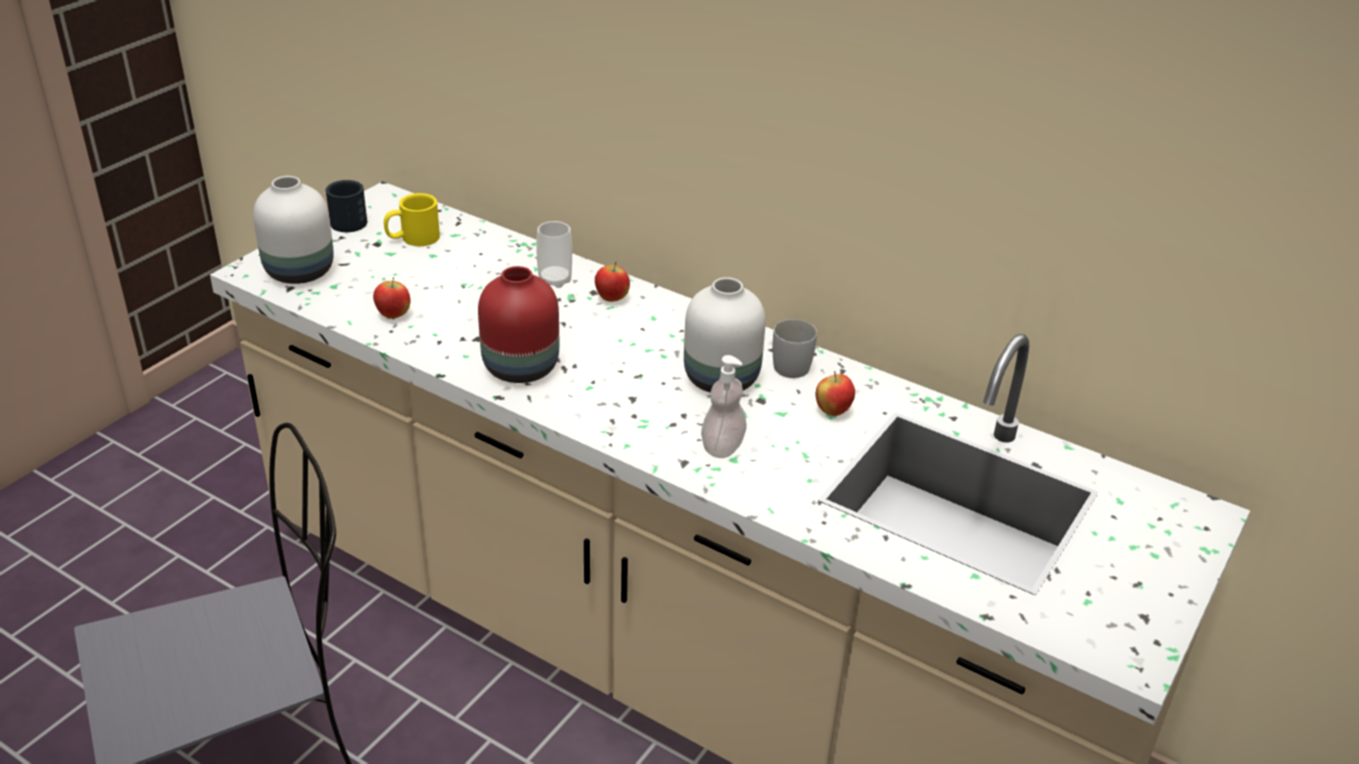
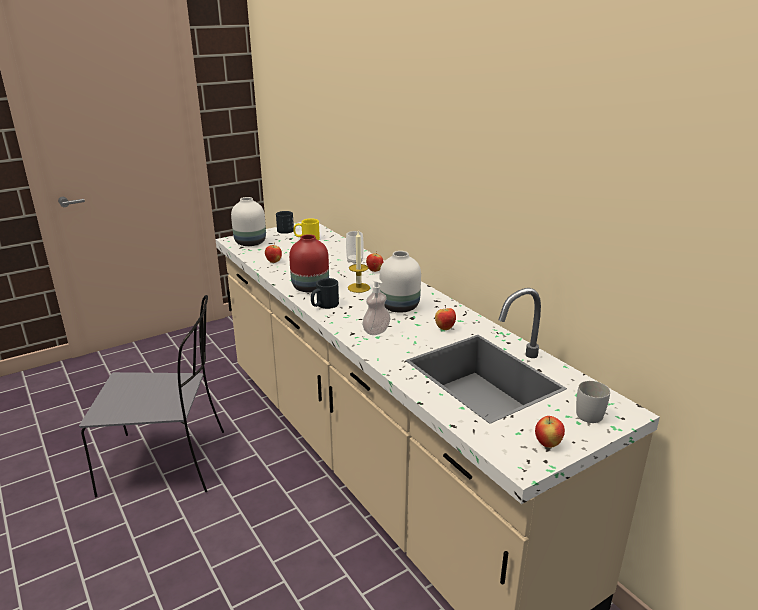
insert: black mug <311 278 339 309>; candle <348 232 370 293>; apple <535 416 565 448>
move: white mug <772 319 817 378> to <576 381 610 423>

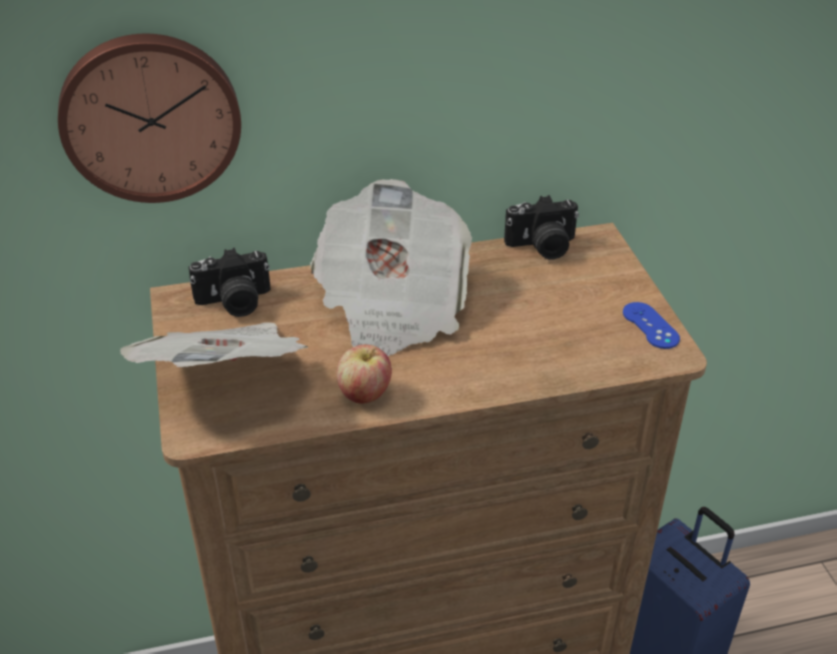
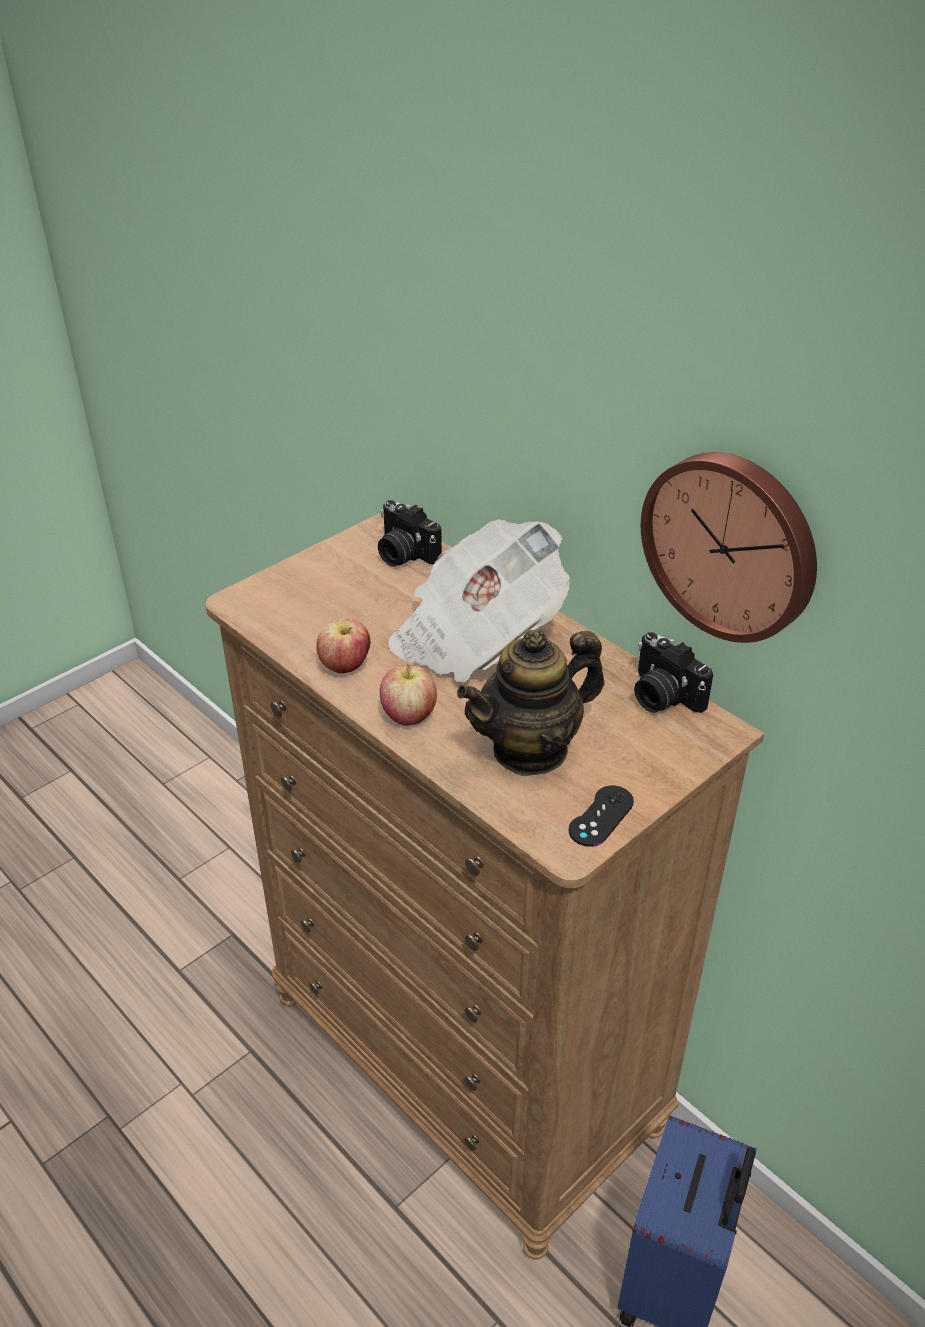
delete: newspaper <120 322 308 367>
insert: apple <380 663 437 726>; teapot <457 629 604 776>
move: wall clock <58 33 241 203> to <641 452 817 643>
recolor: blue game controller <623 302 680 349> to black game controller <568 786 634 847>

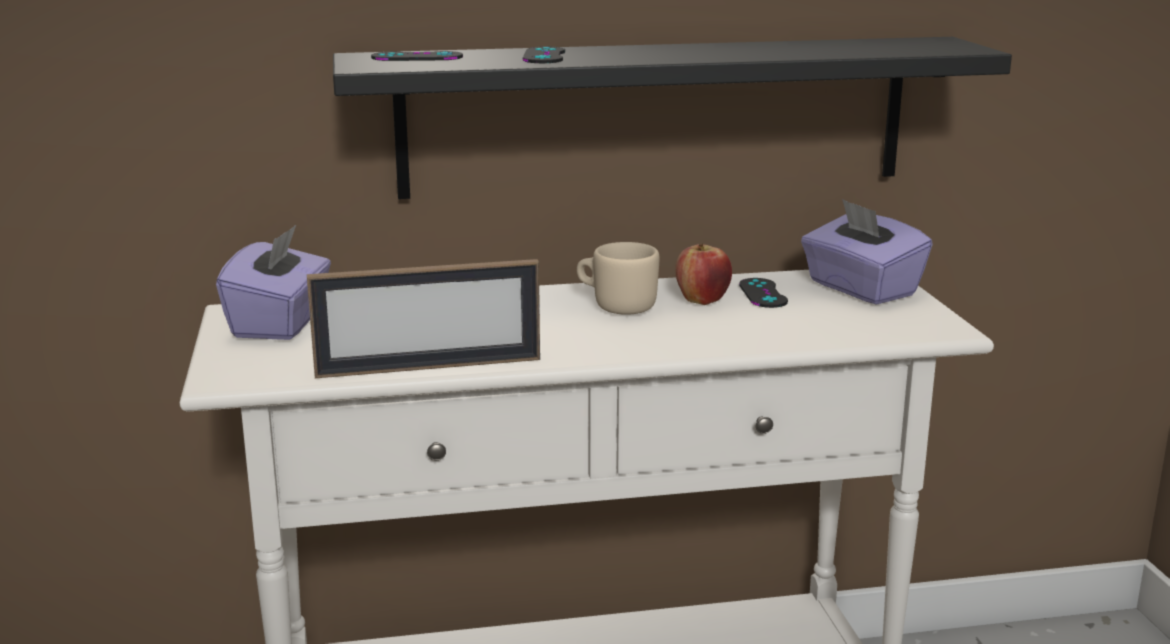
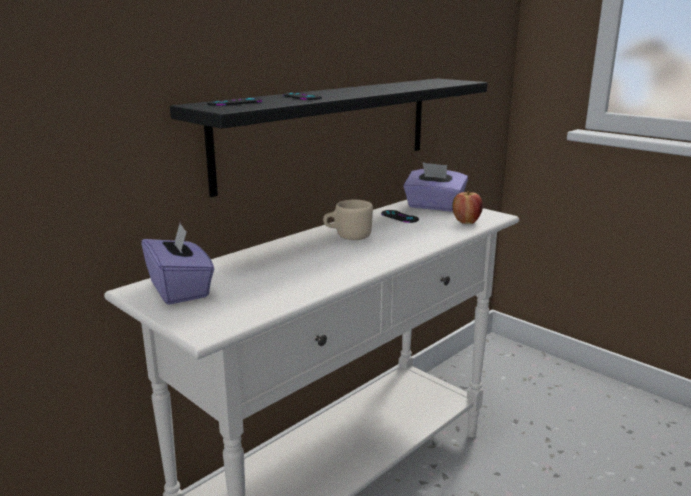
delete: picture frame <307 259 540 378>
move: apple <675 243 732 305> to <452 191 483 224>

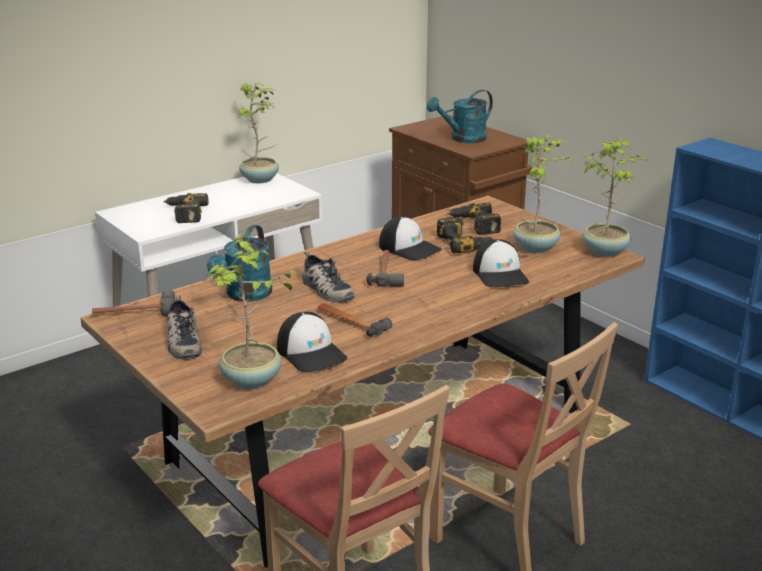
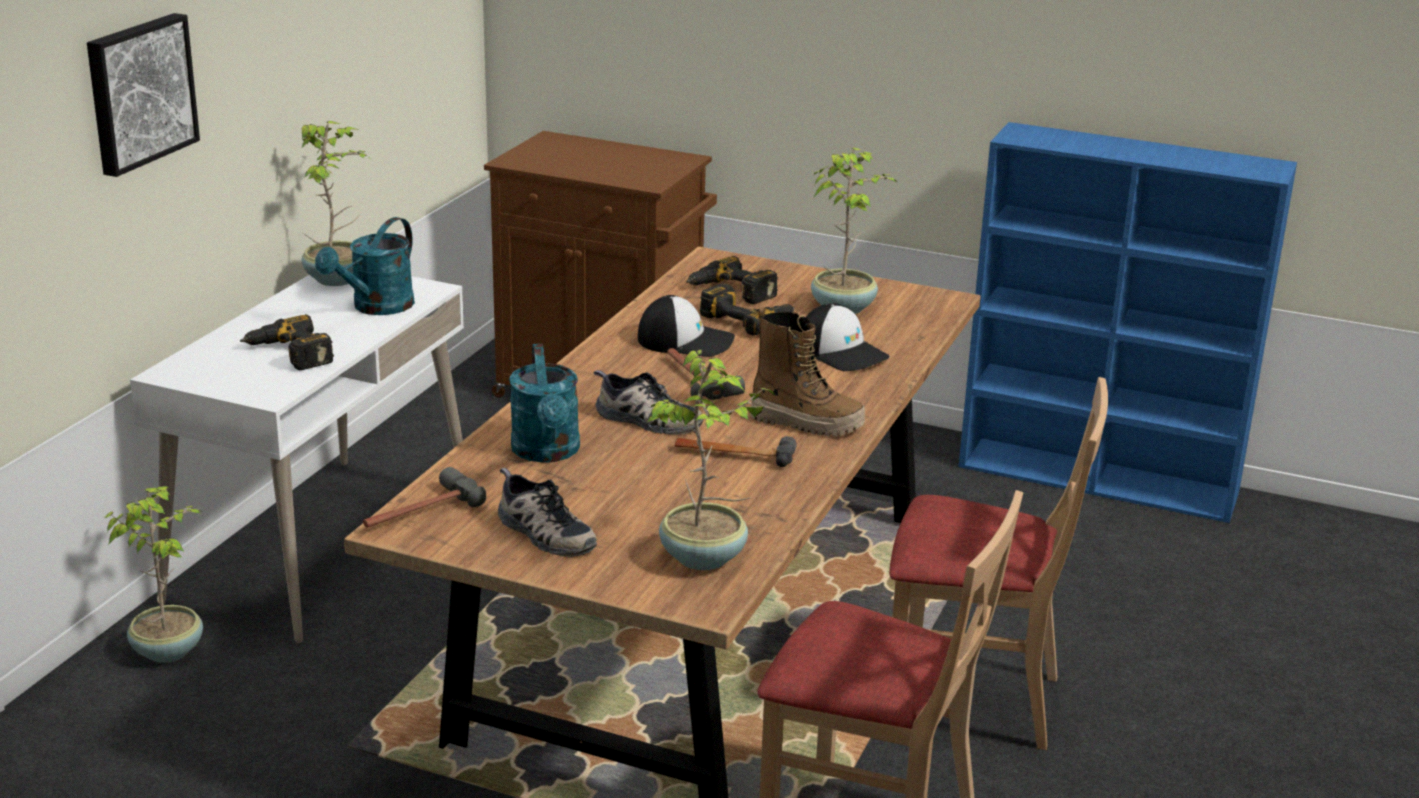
delete: cap <277 312 347 372>
insert: picture <87 13 200 177>; boot <750 307 865 436>
move: turquoise watering can <427 90 493 143> to <315 217 415 315>; potted plant <583 137 647 257> to <103 486 203 663>

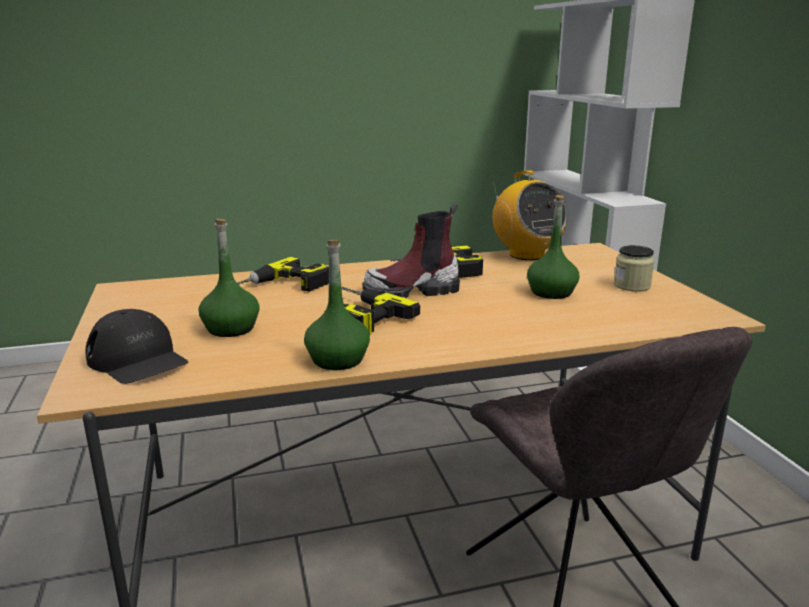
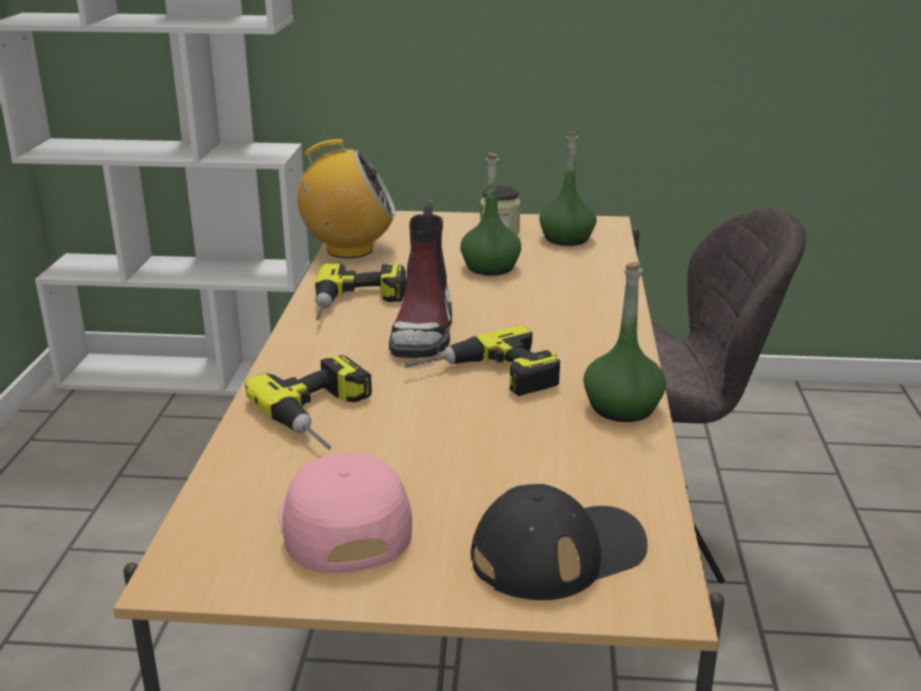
insert: pink cap <278 453 412 573>
move: green bottle <198 219 260 337> to <539 132 597 246>

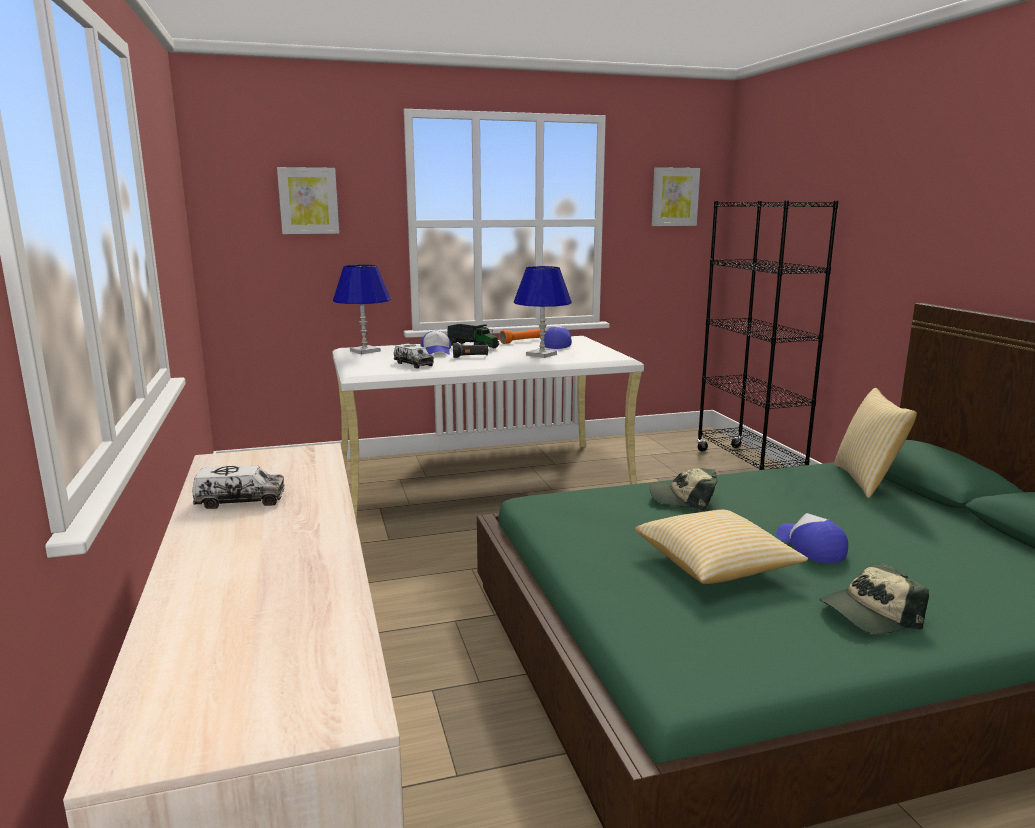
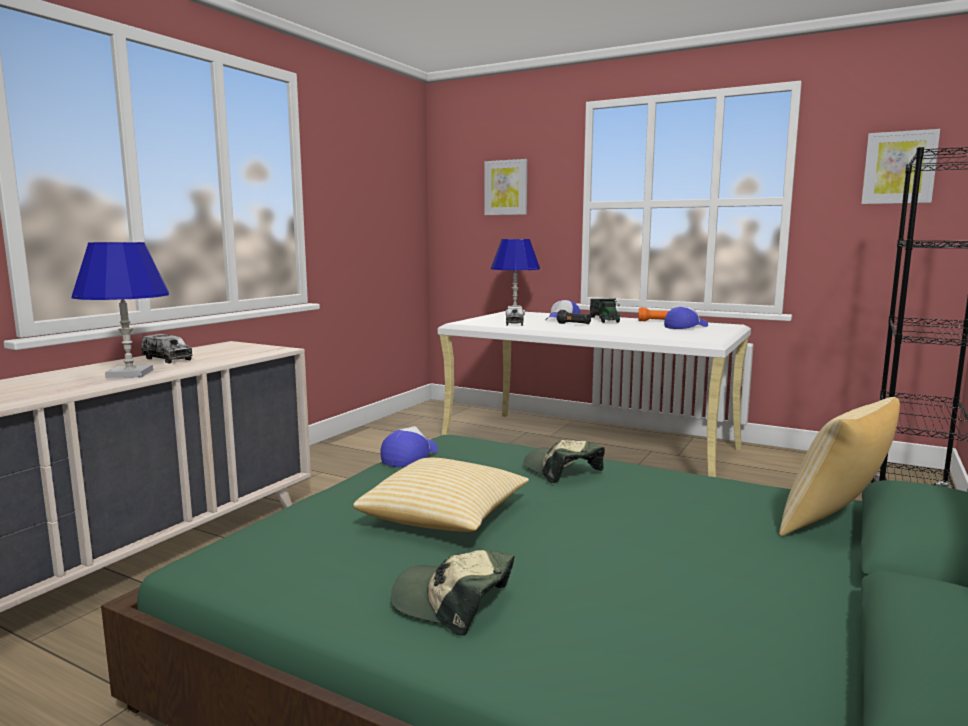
move: blue table lamp <514 266 572 358> to <72 242 169 378>; cap <776 513 848 563> to <381 426 438 467>

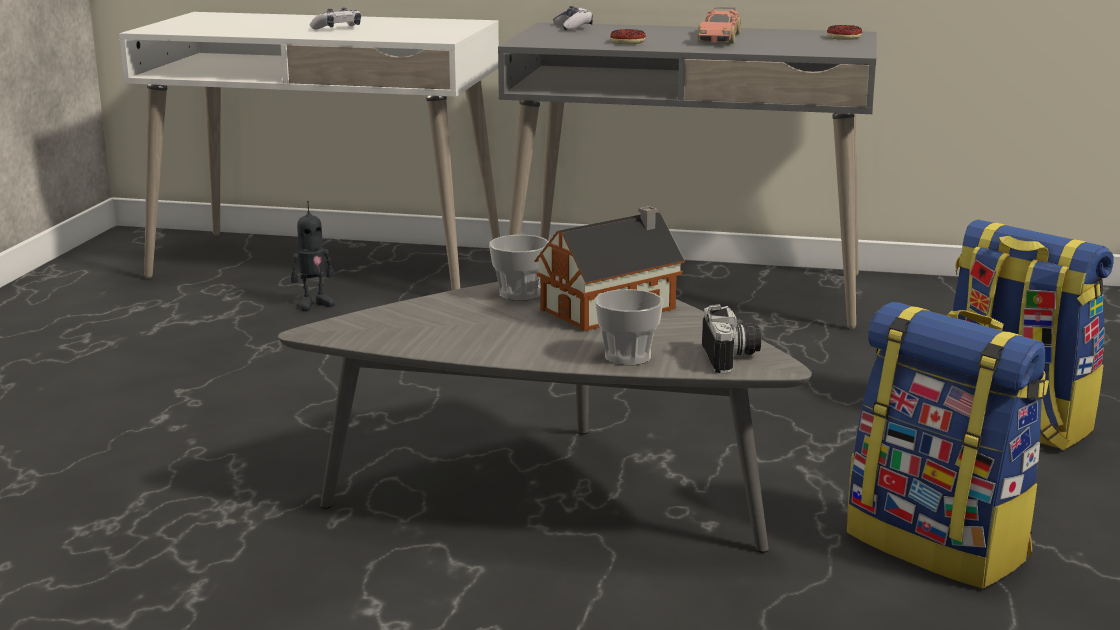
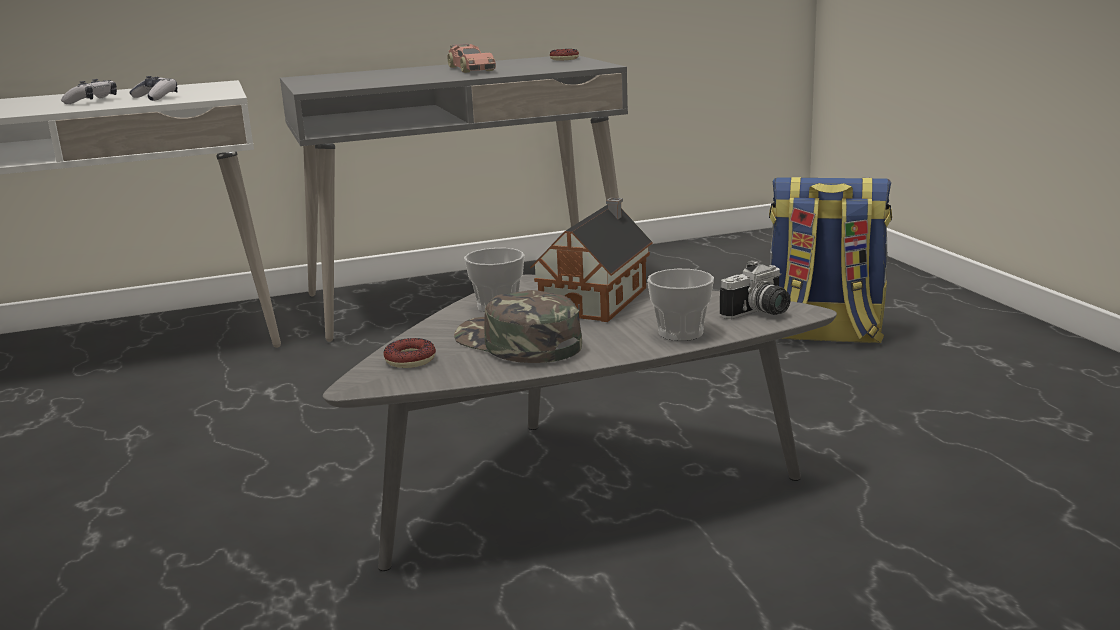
delete: toy robot <291 201 335 311>; backpack <847 302 1049 589>
insert: green cap <454 290 582 363>
move: game controller <553 6 593 31> to <129 76 177 101>; donut <610 29 646 44> to <384 338 436 368>
rotate: photo camera <702 304 761 373> = <720 260 791 319> 90 degrees clockwise

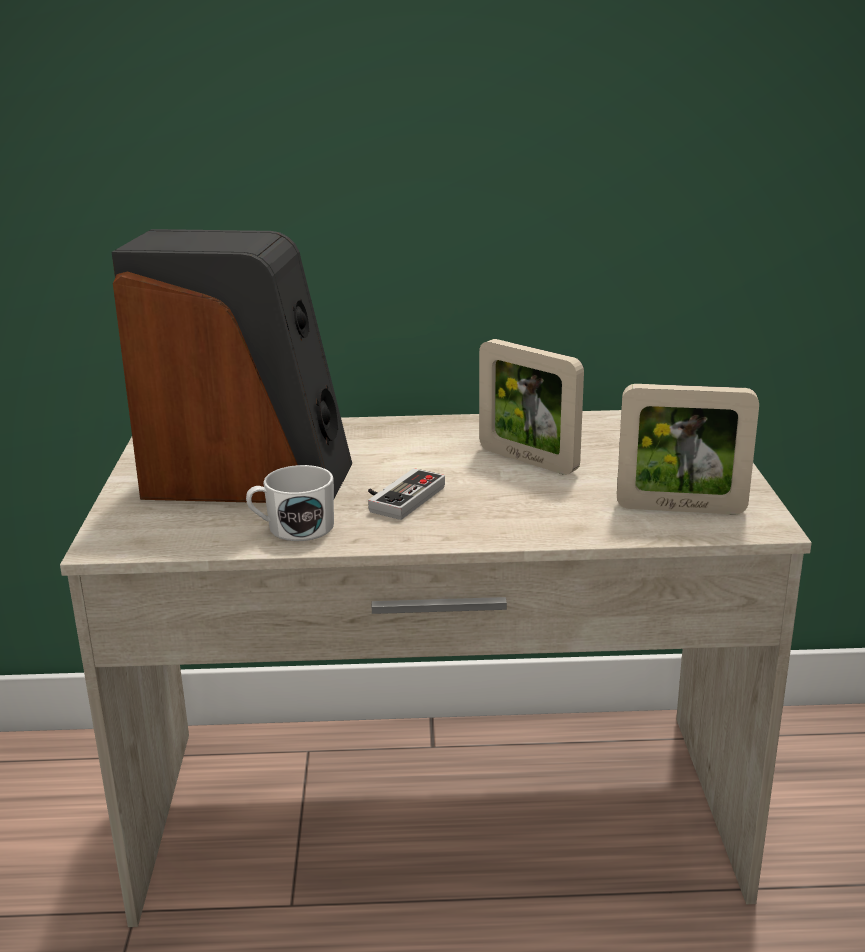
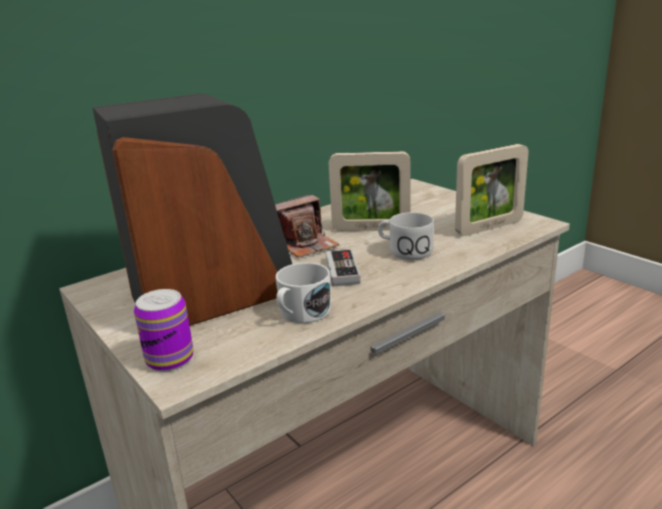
insert: can <134 289 193 372>; photo camera <275 194 340 258>; white mug <378 212 434 260>

